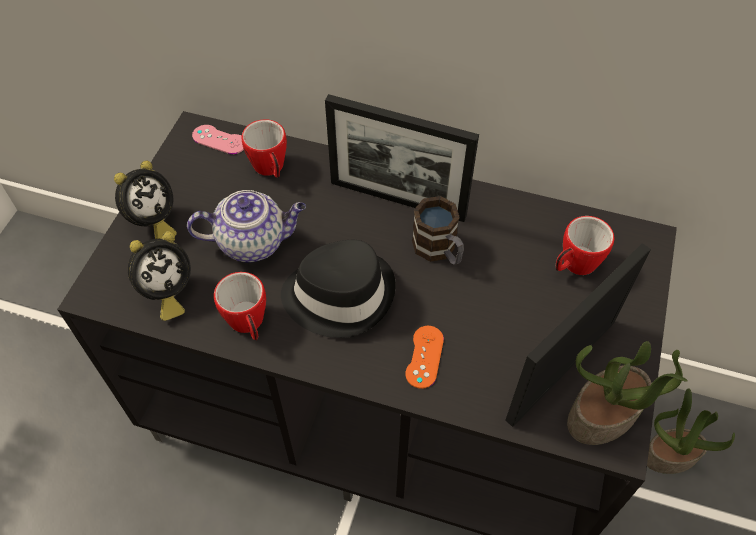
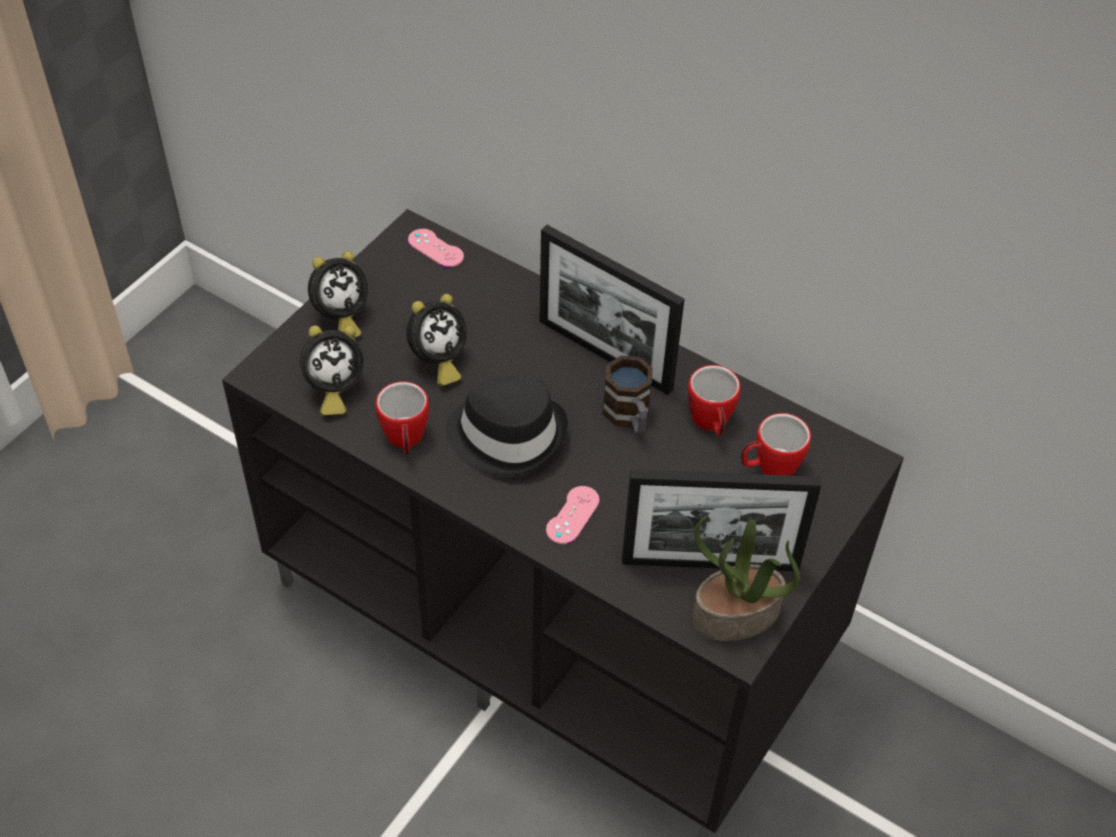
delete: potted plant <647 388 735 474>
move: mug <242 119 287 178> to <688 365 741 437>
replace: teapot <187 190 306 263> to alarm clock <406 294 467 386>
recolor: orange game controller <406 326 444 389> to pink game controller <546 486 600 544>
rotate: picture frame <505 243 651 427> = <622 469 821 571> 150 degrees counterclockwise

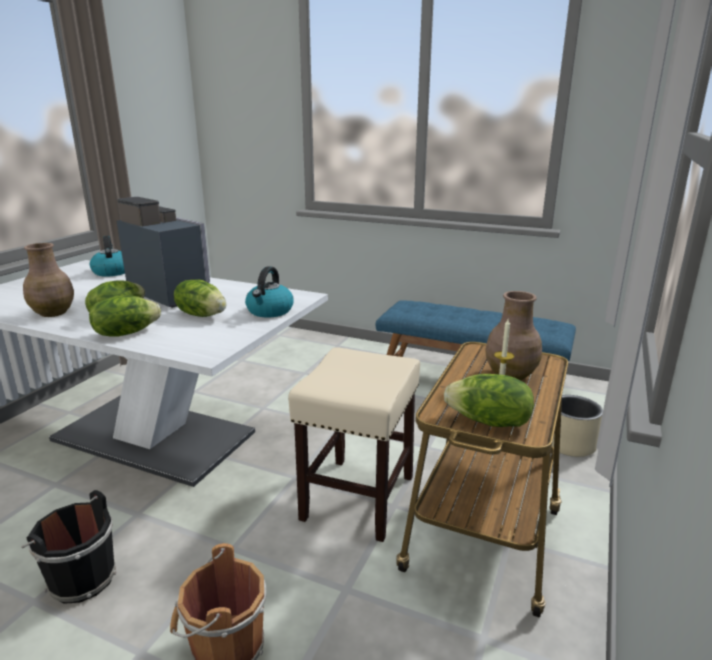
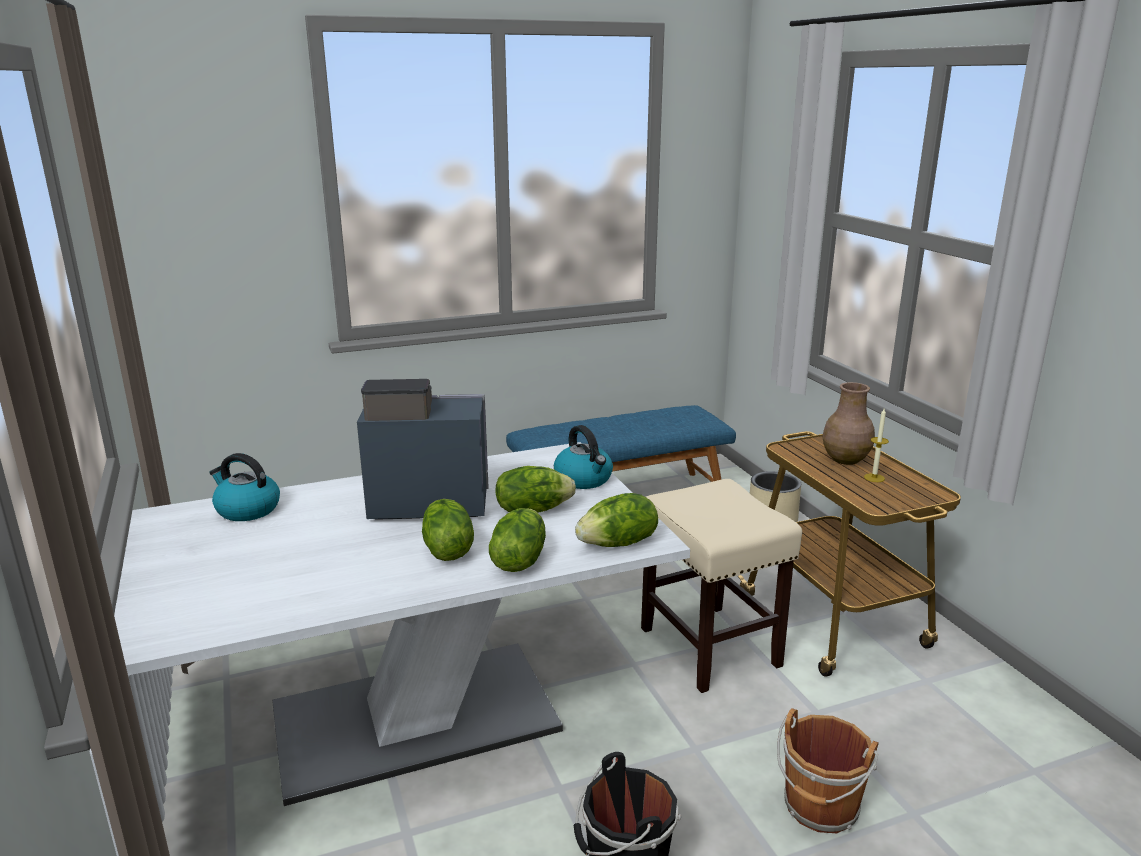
delete: brown vase <23 243 74 317>
move: lettuce <444 374 534 427> to <575 493 658 547>

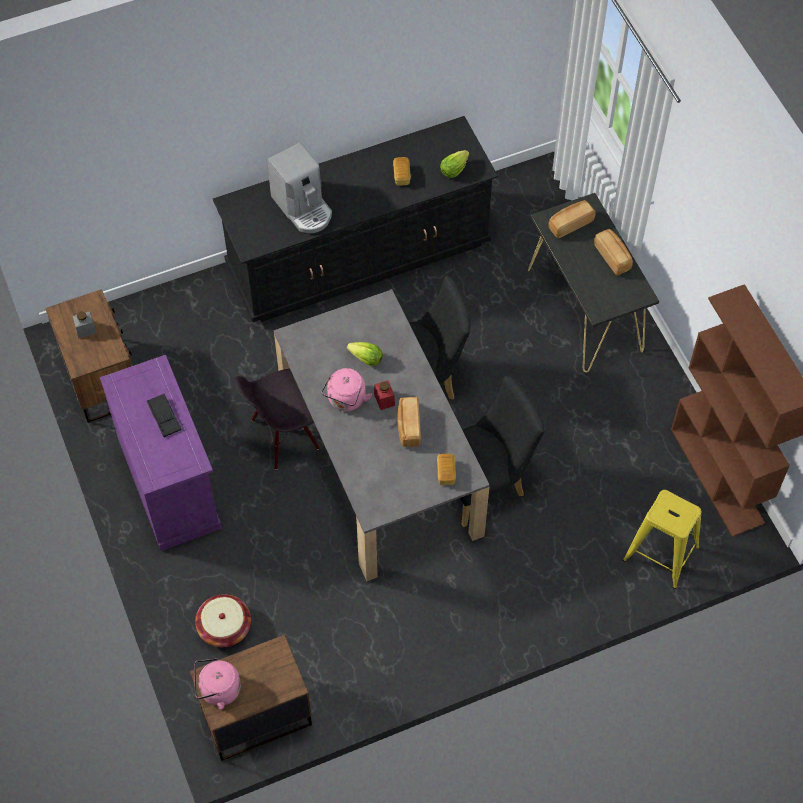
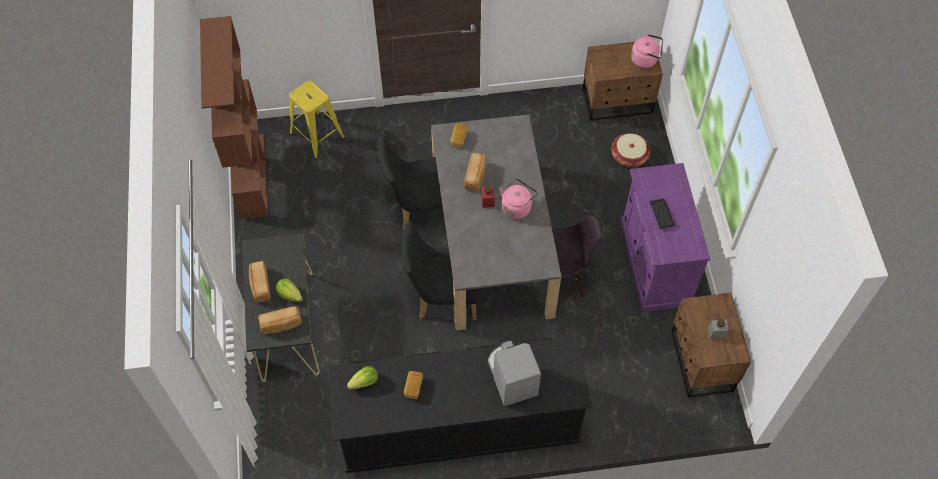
move: lettuce <347 342 383 366> to <276 278 303 302>

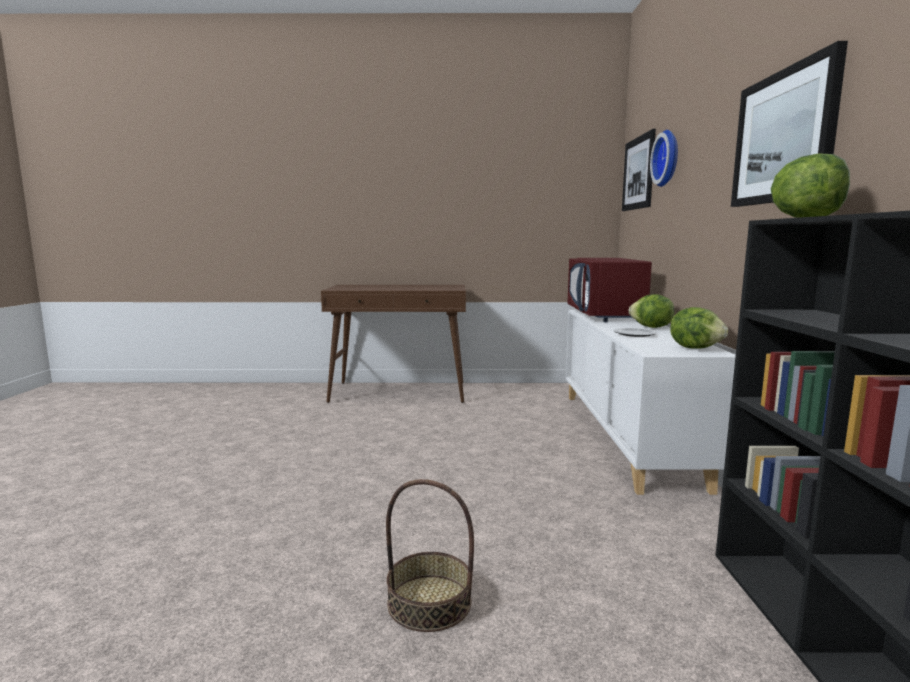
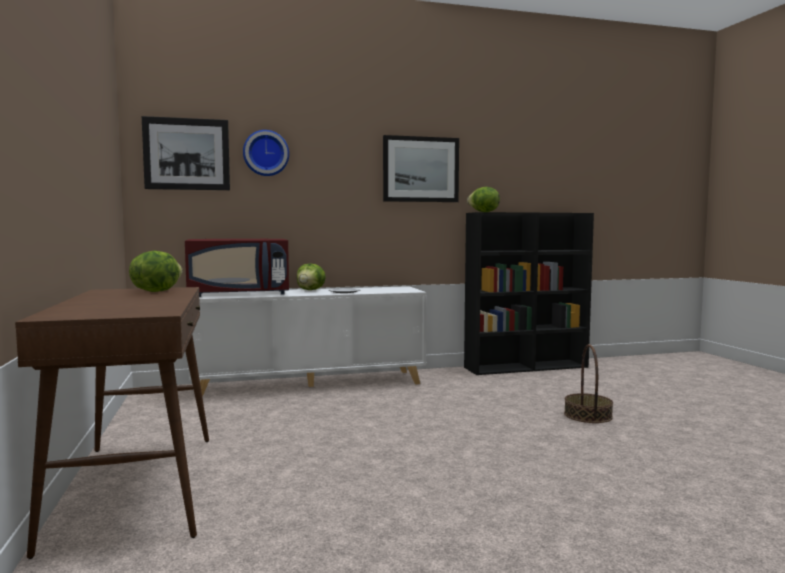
move: lettuce <670 307 728 349> to <129 251 183 292>

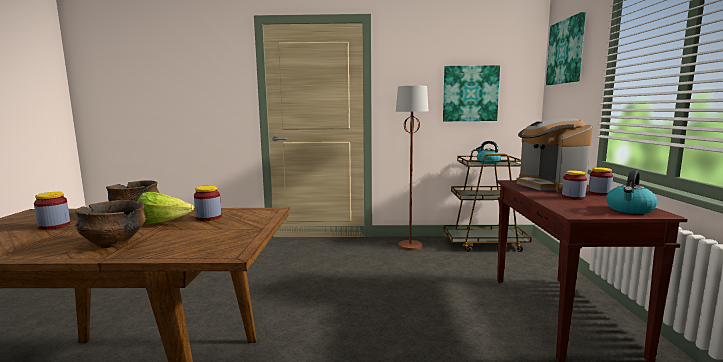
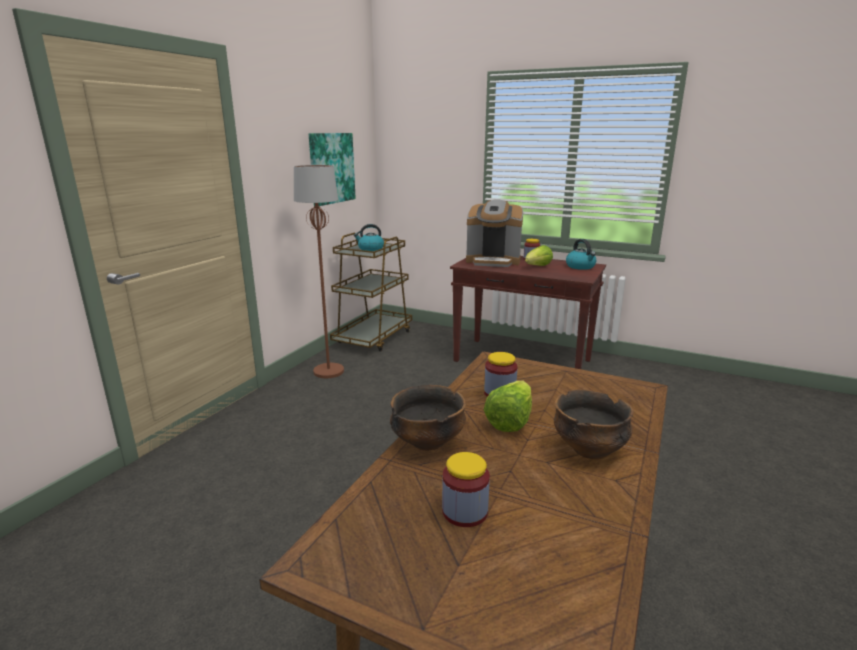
delete: picture <546 12 586 85>
replace: jar <562 170 587 200> to lettuce <525 245 553 266>

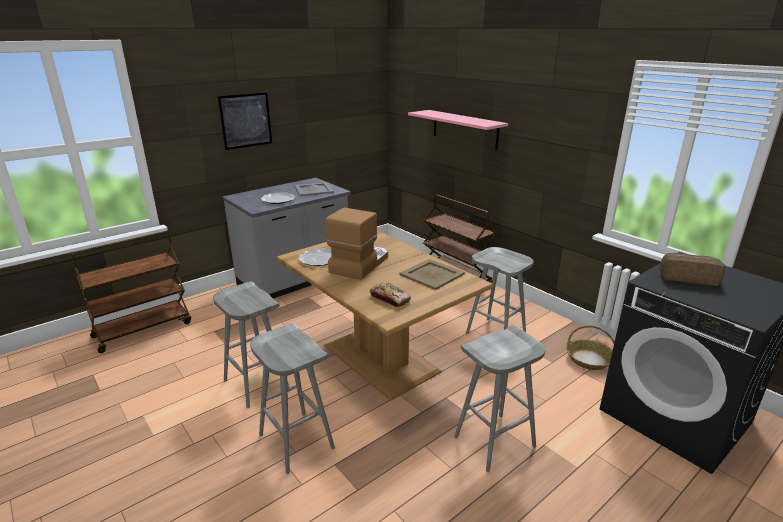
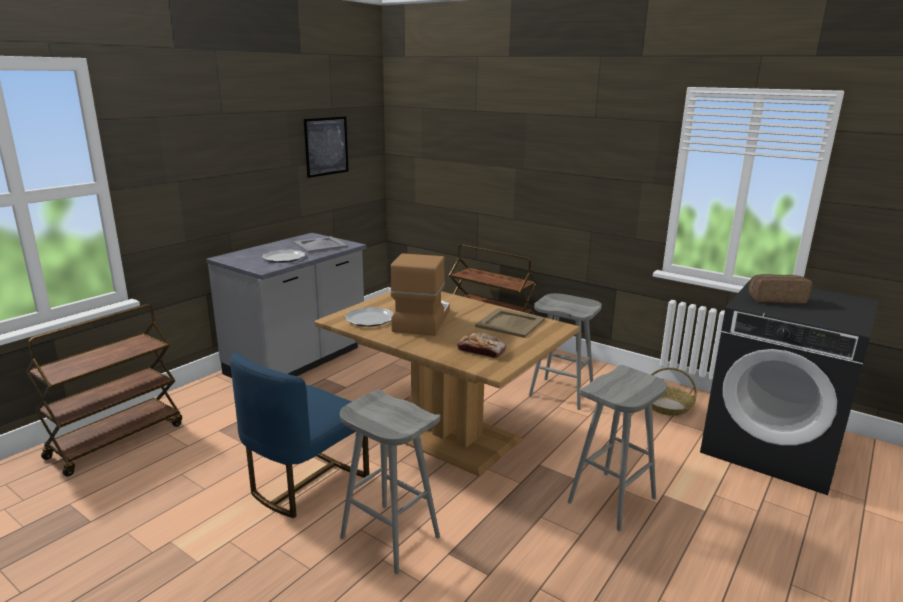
delete: pink shelf <408 110 508 149>
move: picture <218 92 272 150> to <304 116 349 178>
replace: grey stool <213 282 289 408> to blue chair <230 353 369 518>

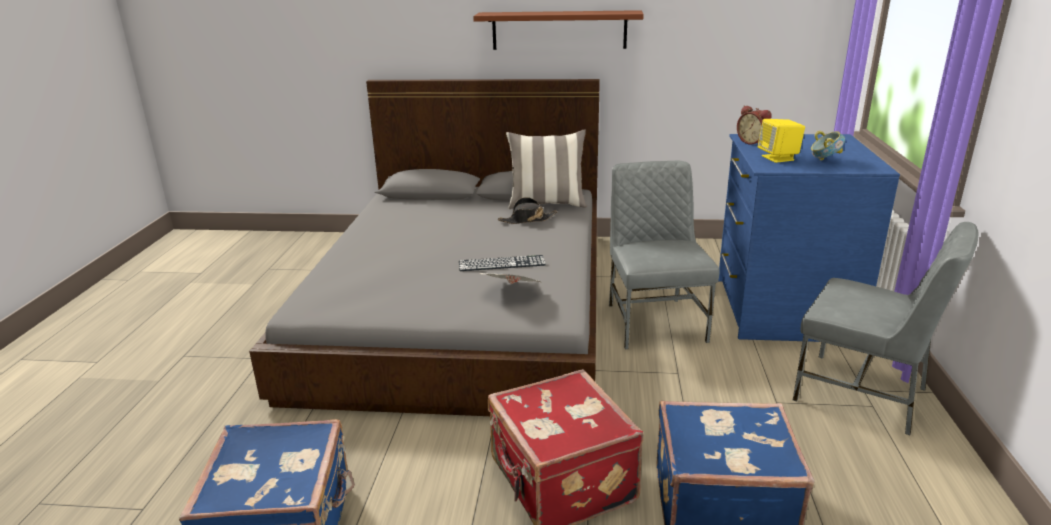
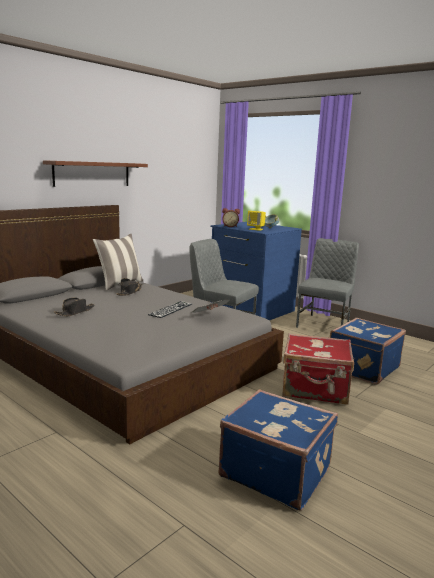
insert: black hat <54 298 95 316>
rotate: grey chair <793 222 979 435> = <296 238 359 328> 45 degrees counterclockwise

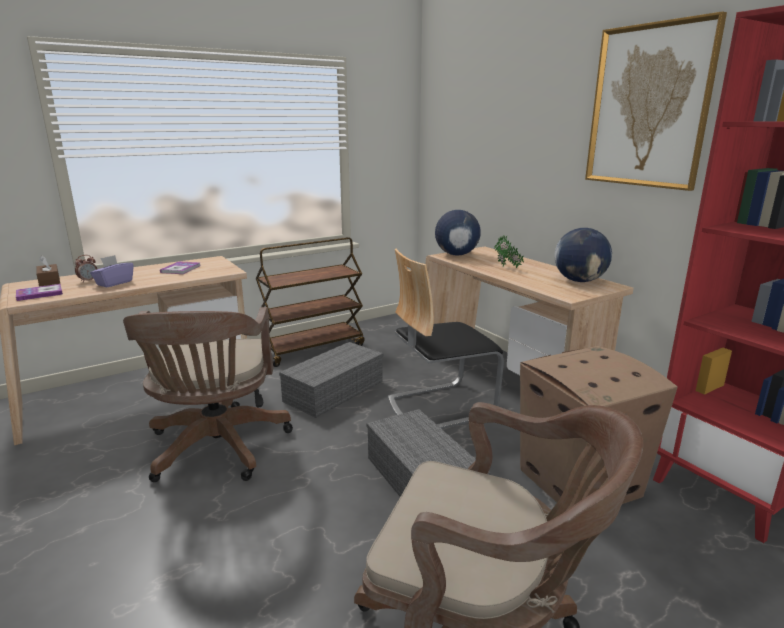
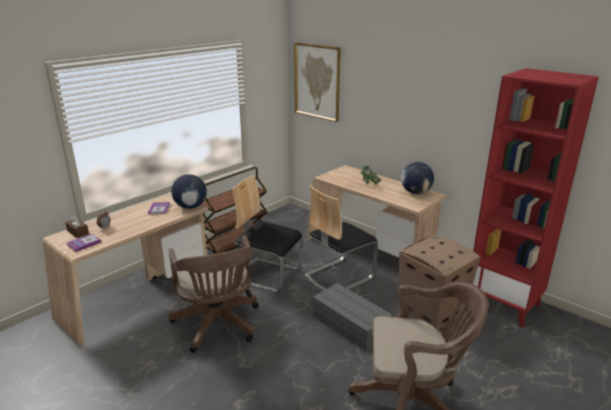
delete: purple tissue box <90 255 134 287>
move: globe <435 210 481 256> to <171 174 207 209>; picture <585 11 727 191> to <294 42 341 122>
replace: grey storage box <279 342 383 418> to chair <232 174 303 292>

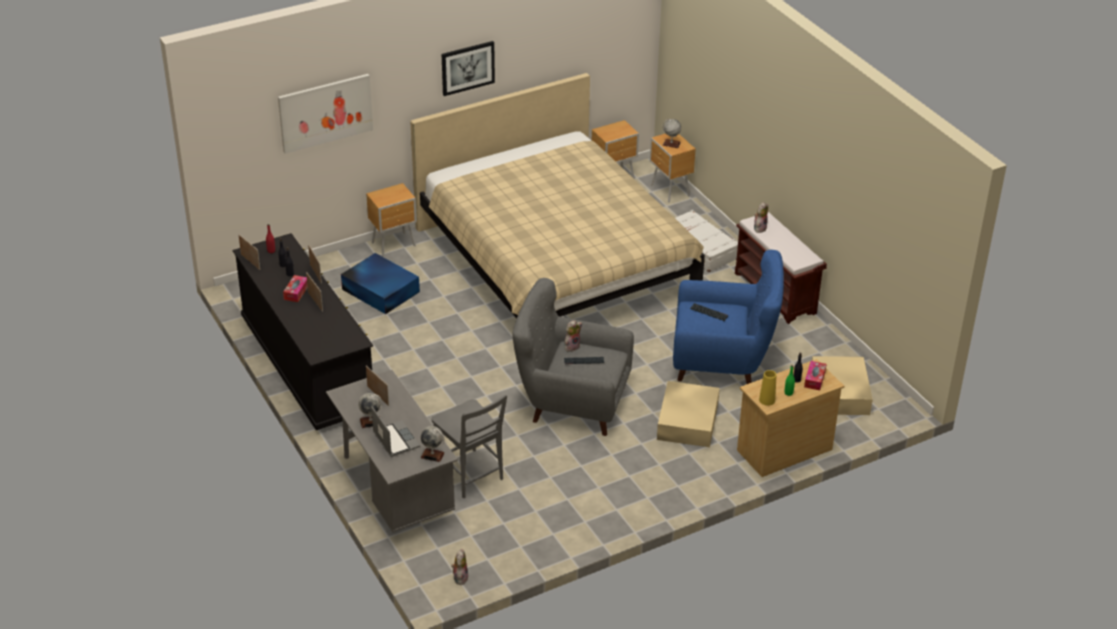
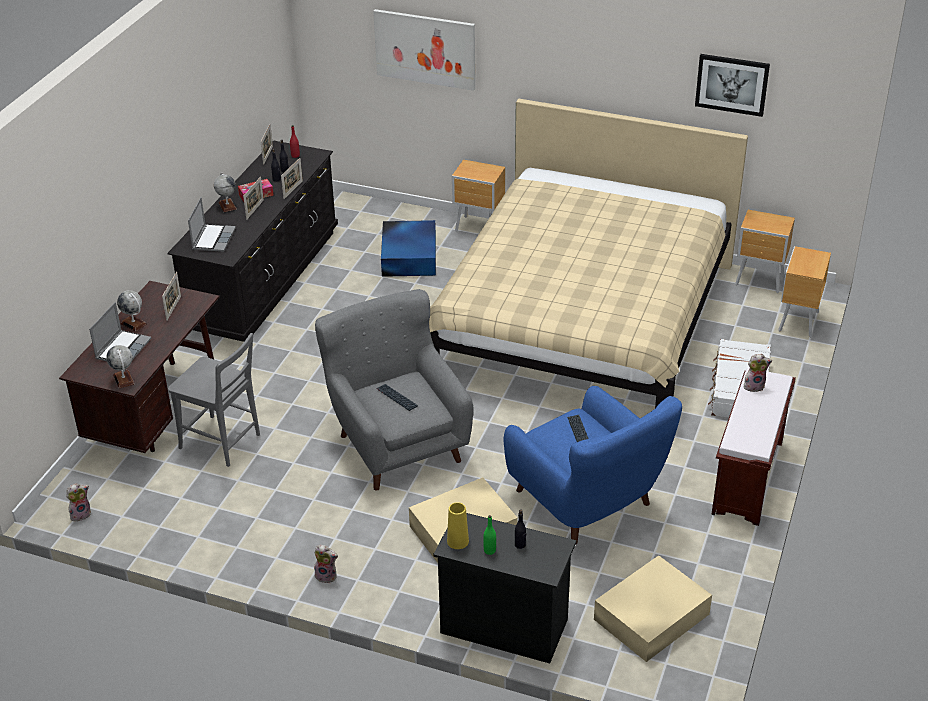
delete: tissue box <804 361 826 390>
insert: laptop <188 197 236 252>
move: picture <442 41 495 96> to <695 54 770 117>; plush toy <564 320 582 352> to <314 545 338 583>; globe <662 119 681 148> to <214 173 237 212>
recolor: grey desk <326 370 458 532> to brown desk <59 281 220 453>; beige dresser <737 359 844 477> to black dresser <433 513 576 664>
rotate: grey chair <432 395 507 498> = <168 333 260 467> 75 degrees counterclockwise

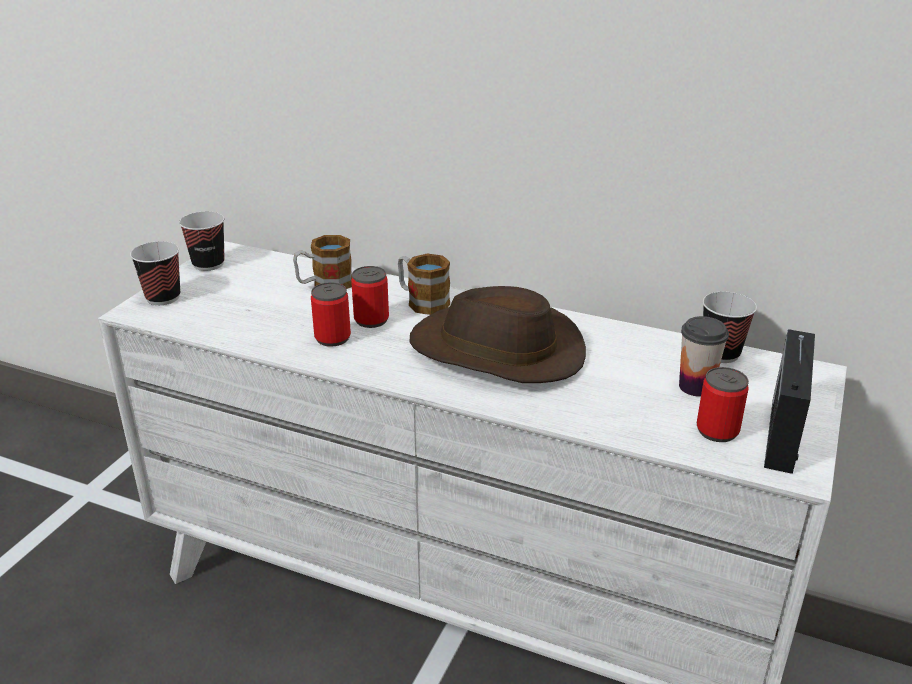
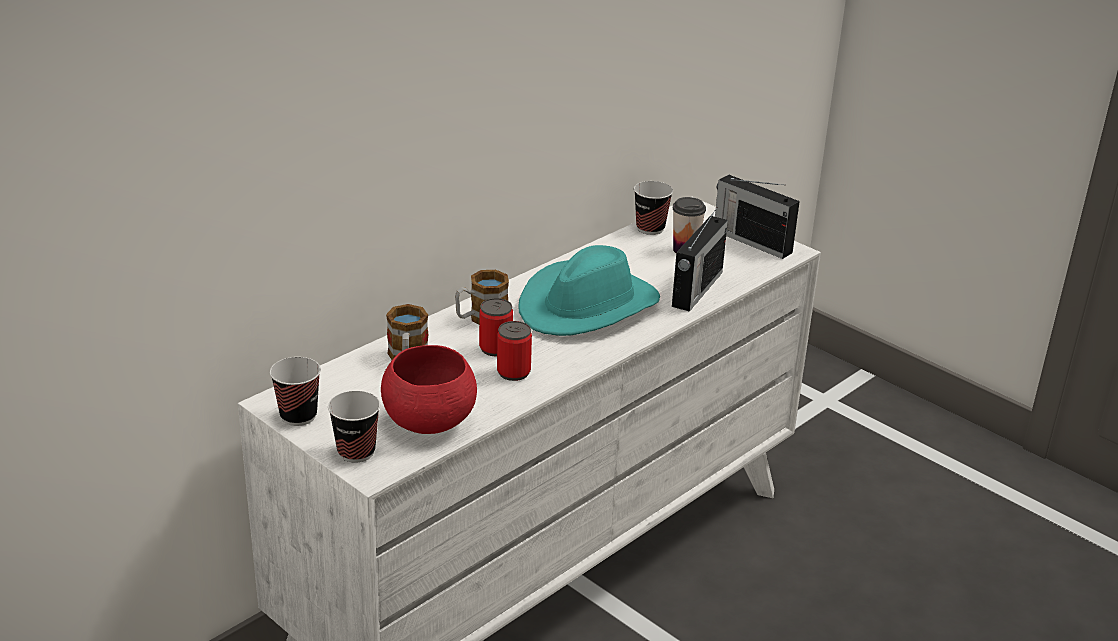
delete: can <697 367 749 442>
insert: red bowl <381 345 477 434>; radio <672 207 728 312>
recolor: brown hat <409 286 586 383> to turquoise hat <518 245 660 336>

